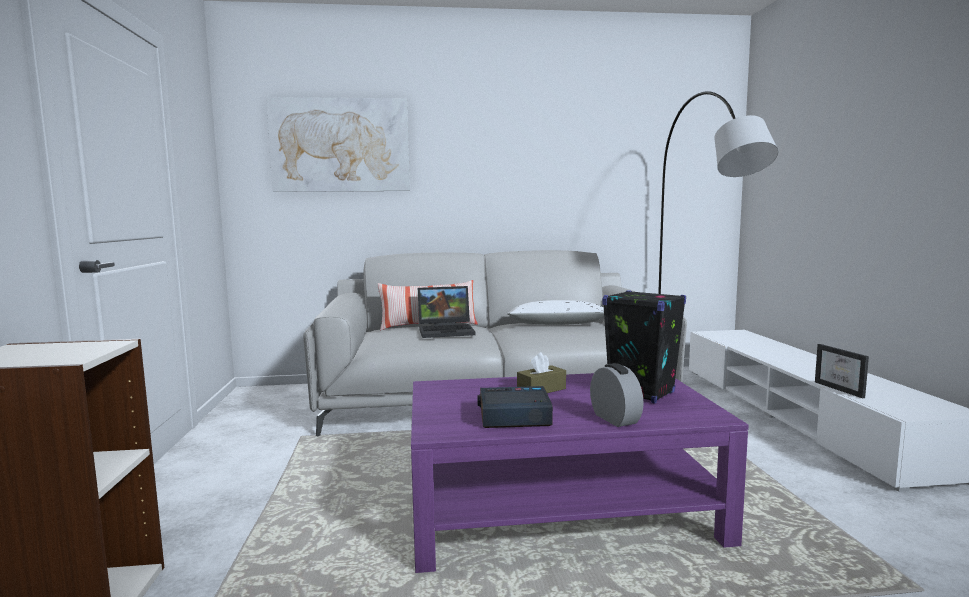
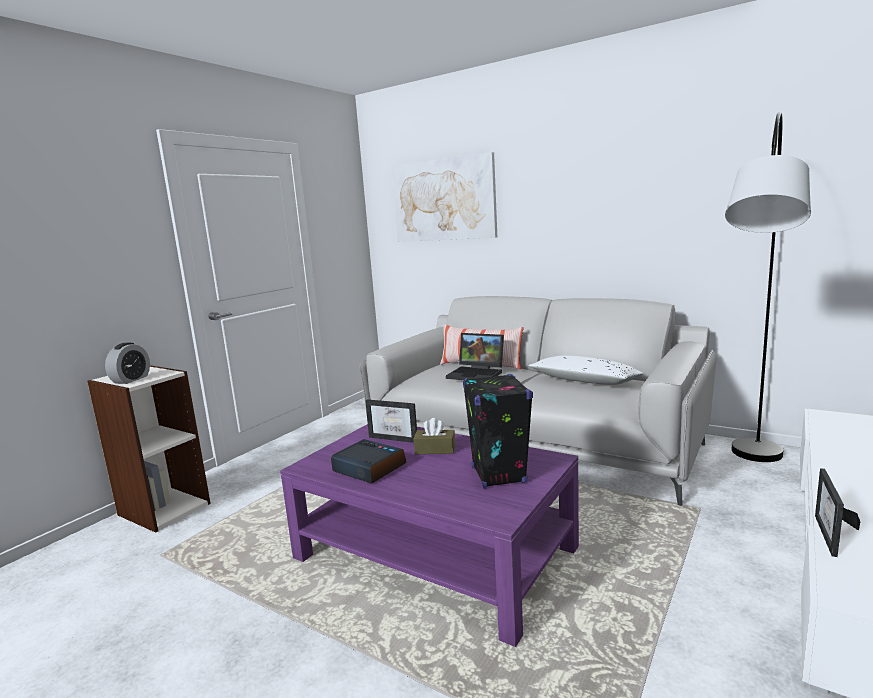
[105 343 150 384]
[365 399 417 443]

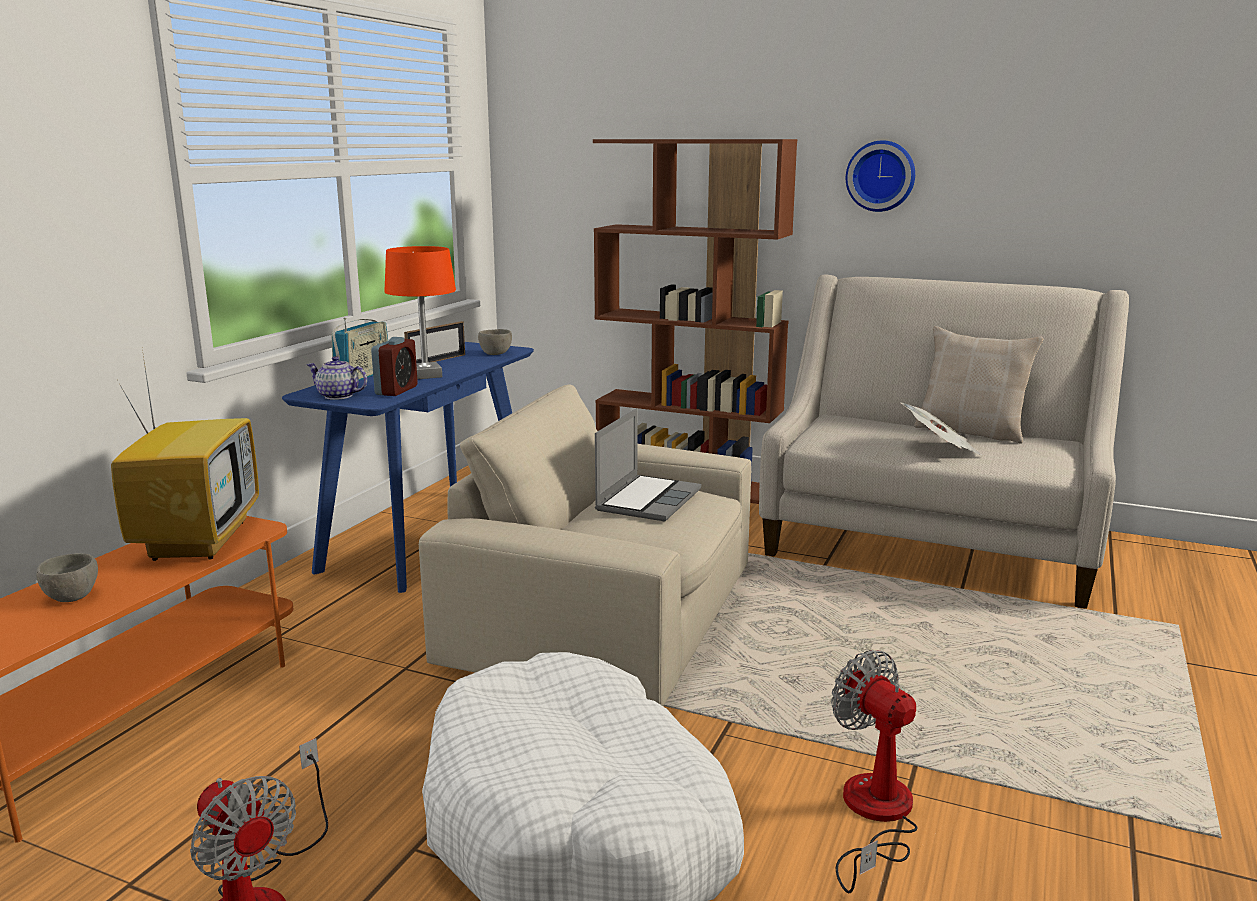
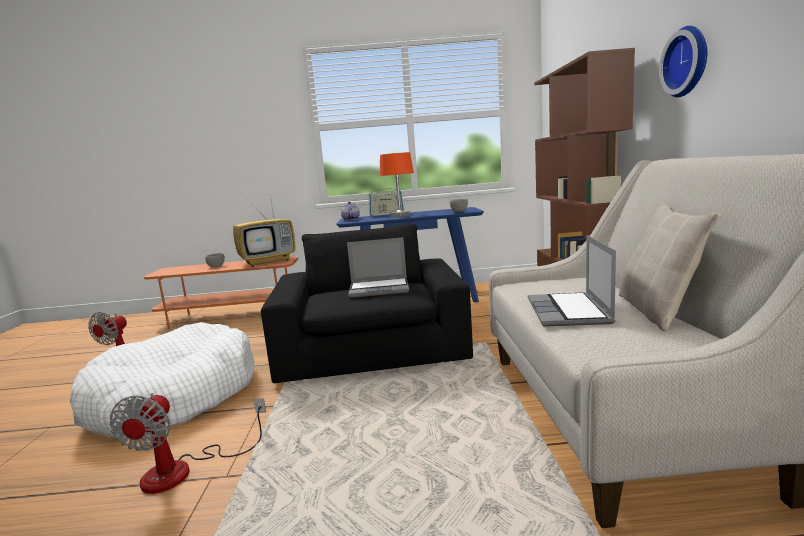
[371 337 418 396] (first image)
[404 321 465 363] (first image)
[261 224 473 383]
[109 393 266 494]
[528 235 616 327]

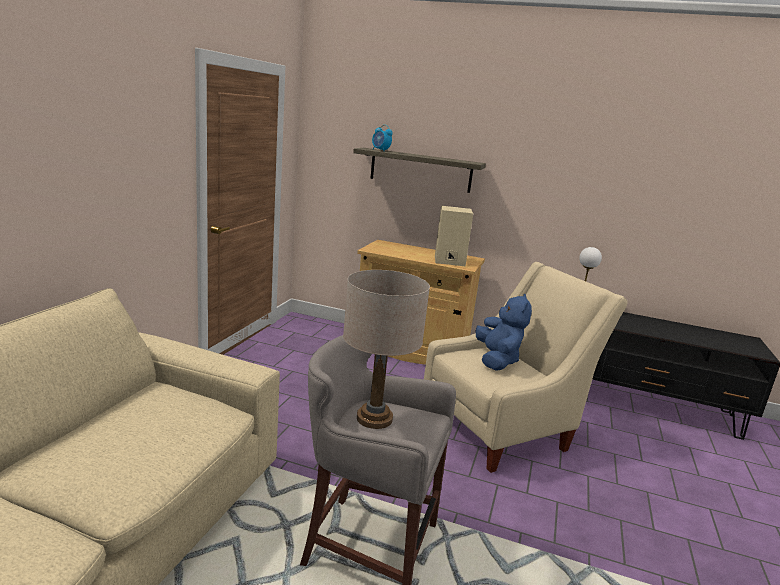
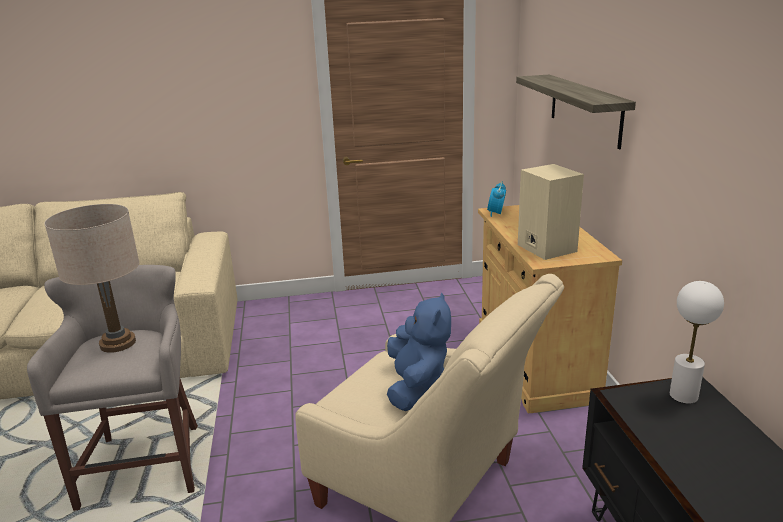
[487 181 506 217]
[387 292 451 411]

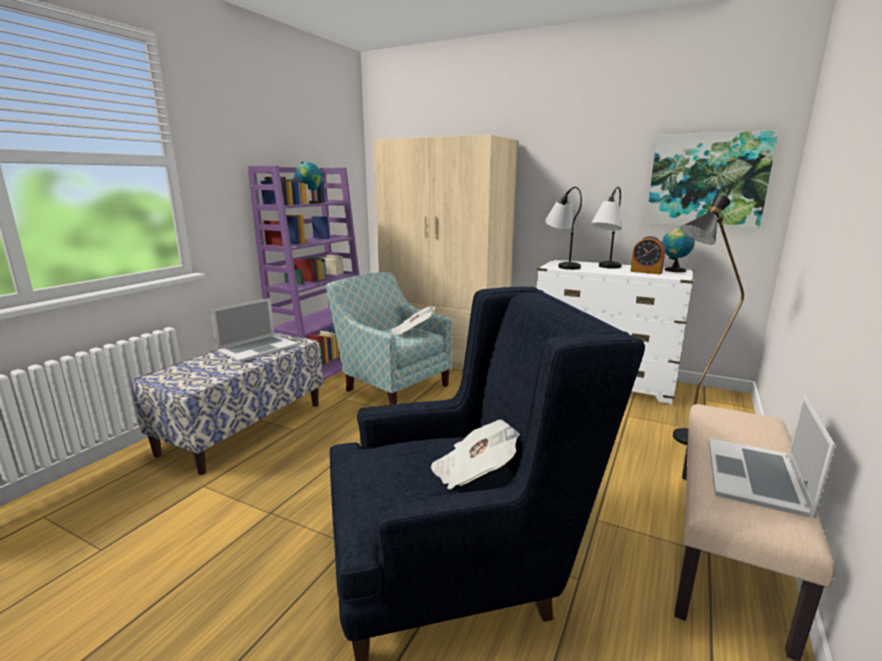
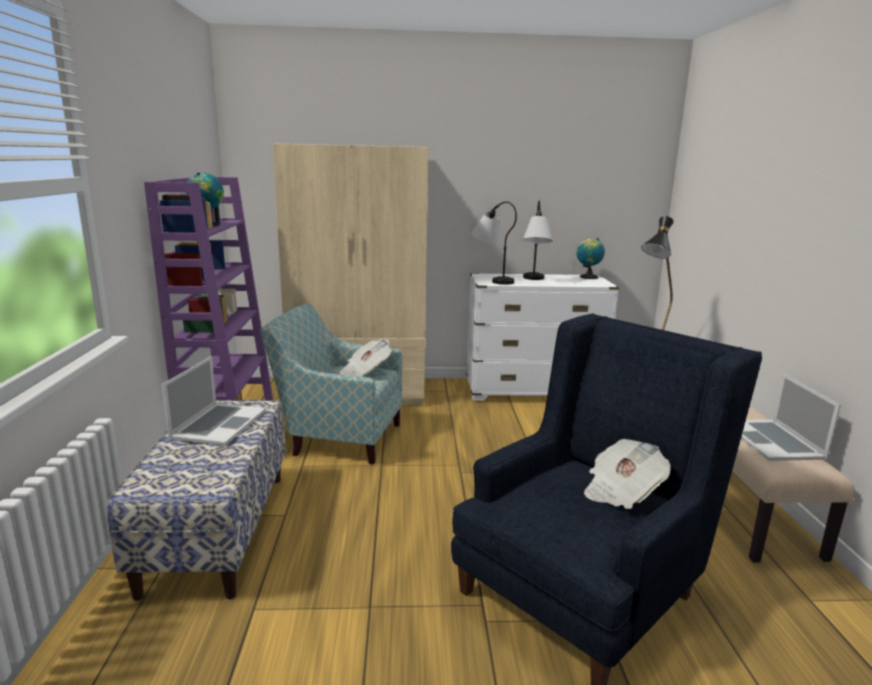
[630 236 665 275] (first image)
[646 130 779 228] (first image)

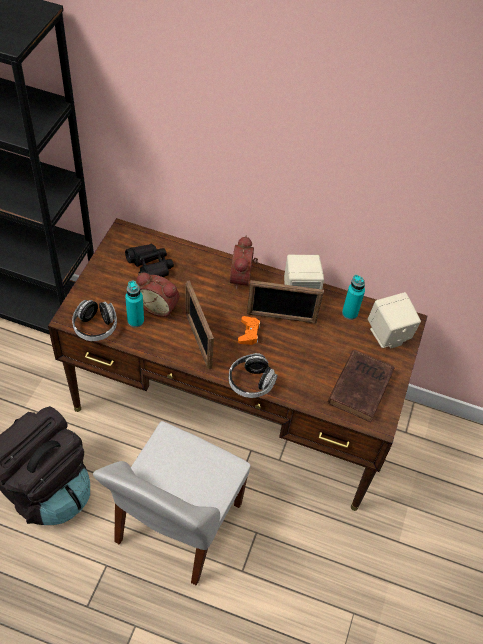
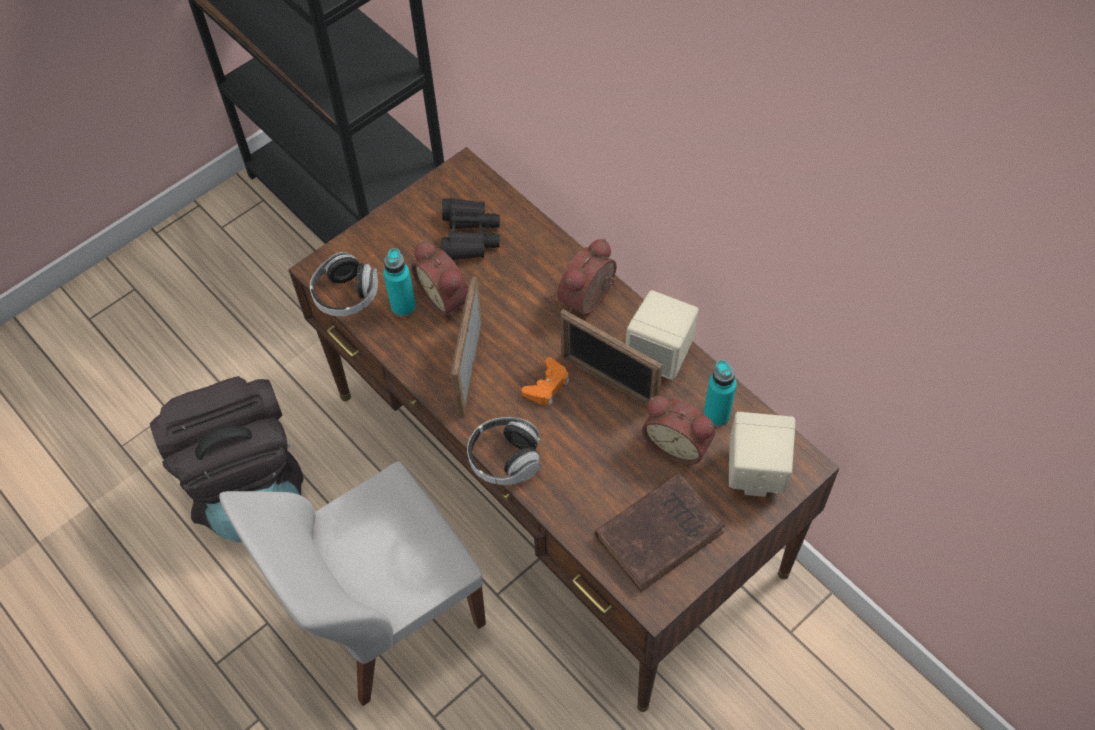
[642 396 716 465]

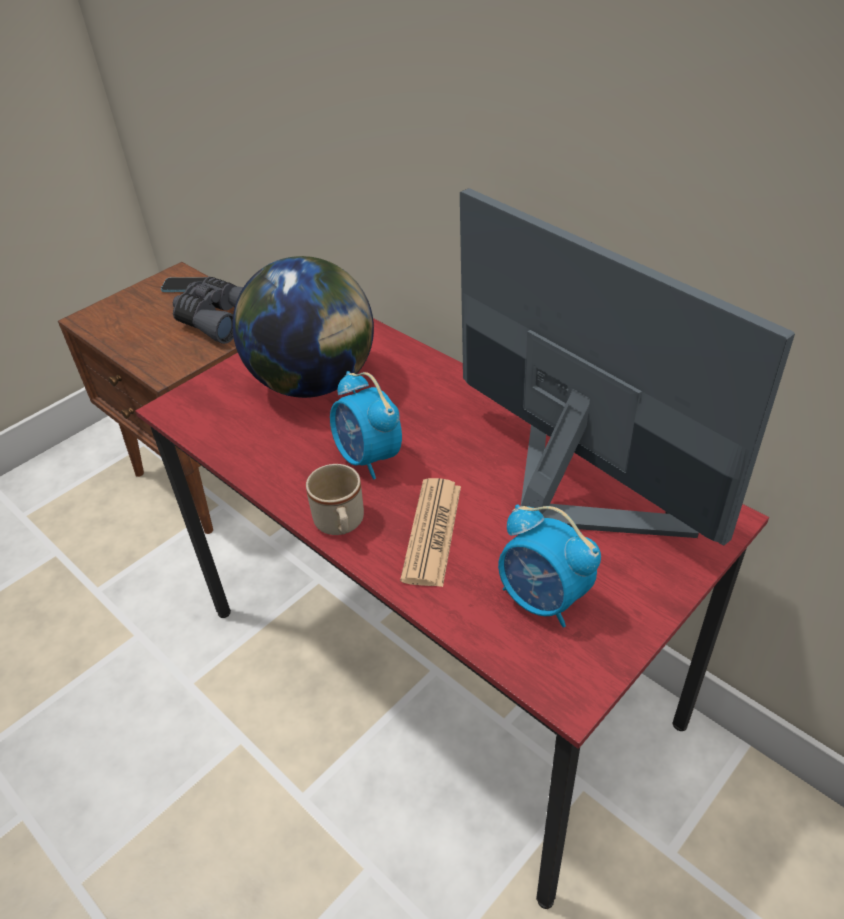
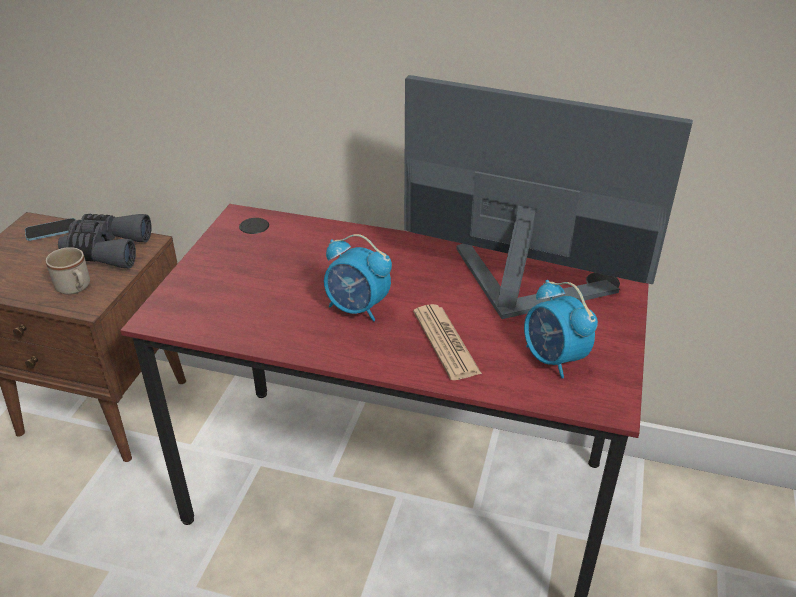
[232 256 374 398] (first image)
[46 247 90 295]
[524 280 598 378]

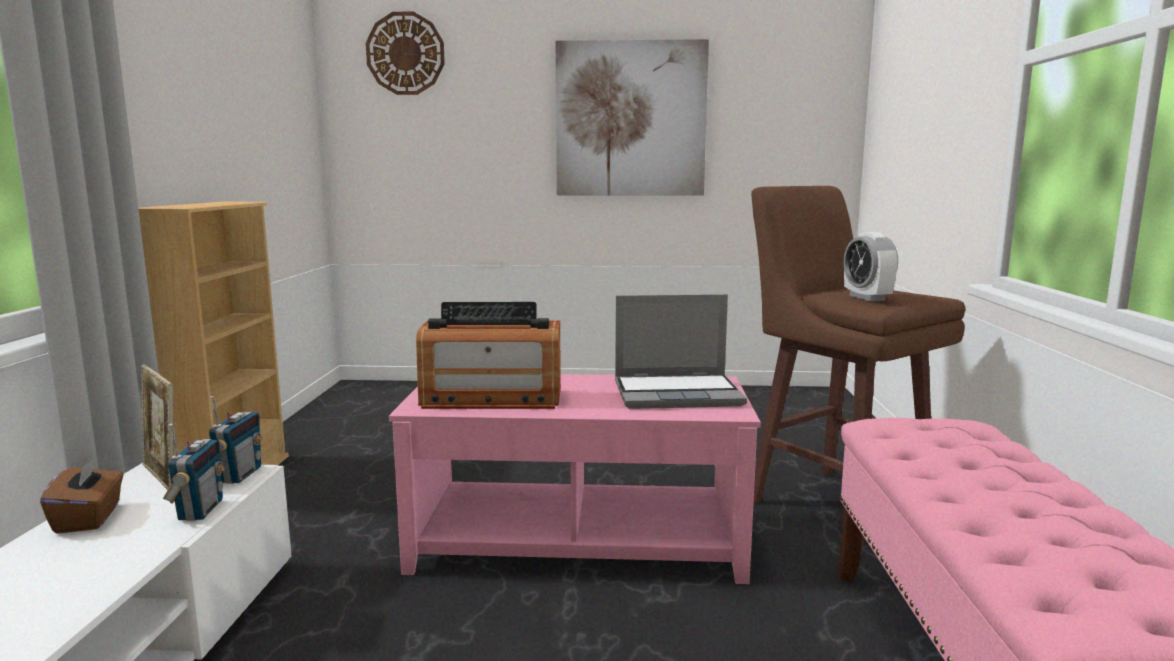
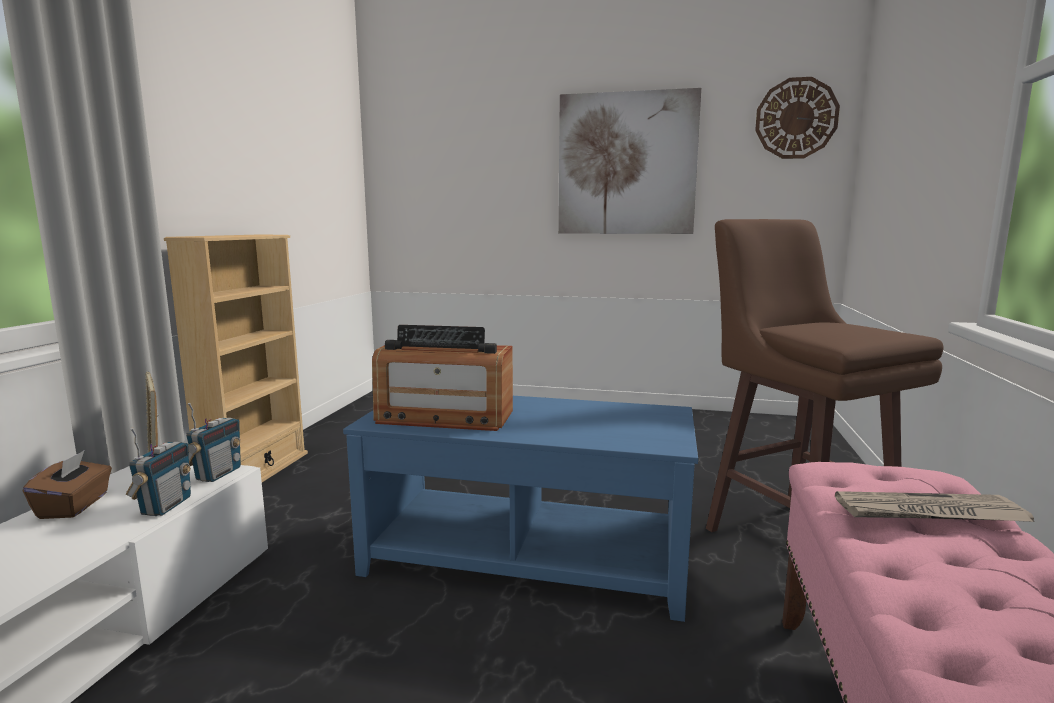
[755 77 840 159]
[343 396 698 622]
[615 294 747 409] (first image)
[844 232 898 301] (first image)
[835 491 1034 522]

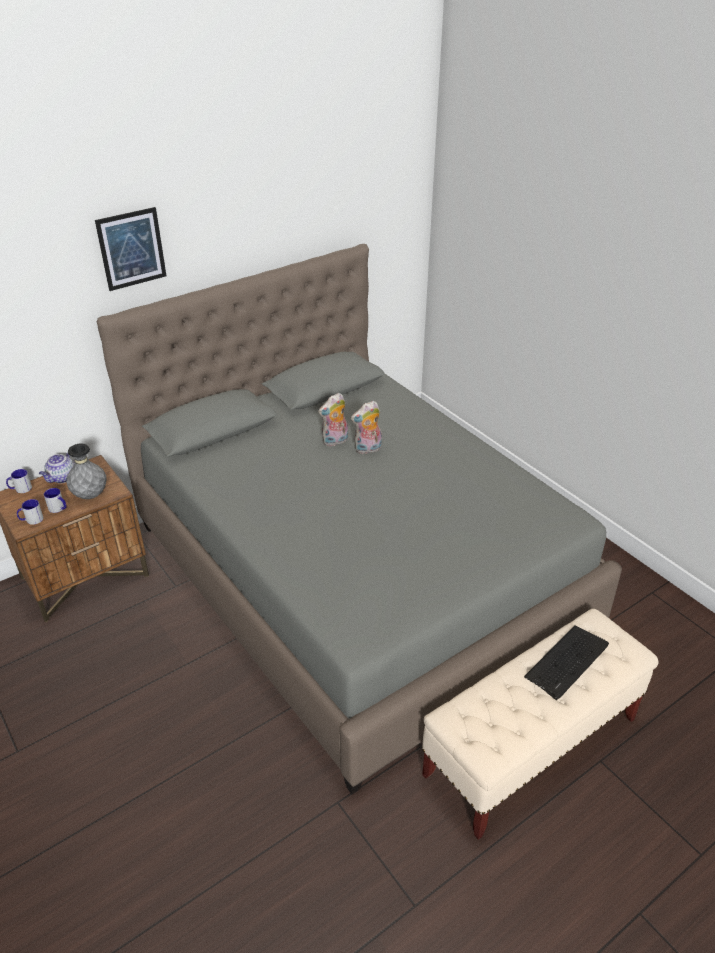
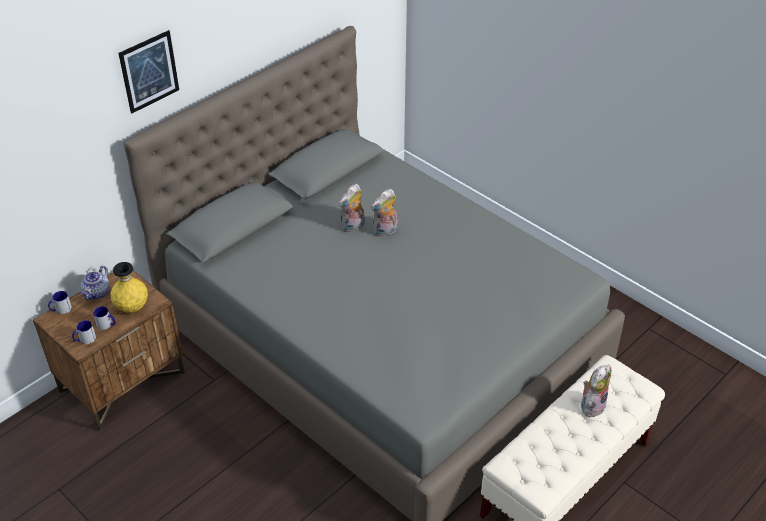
[110 262 148 313]
[581 365 611 417]

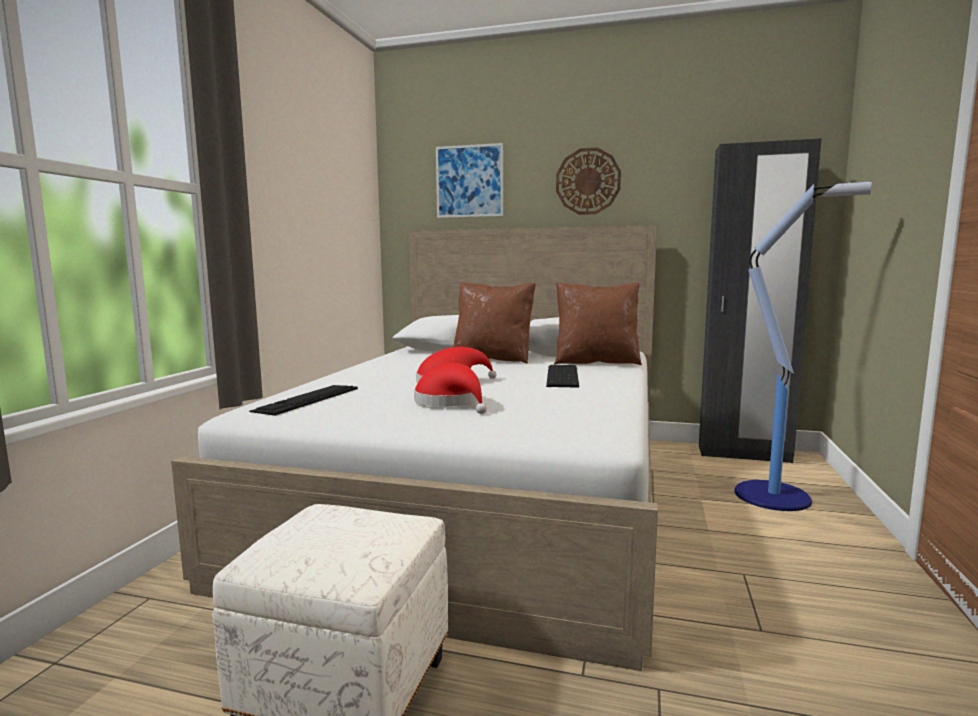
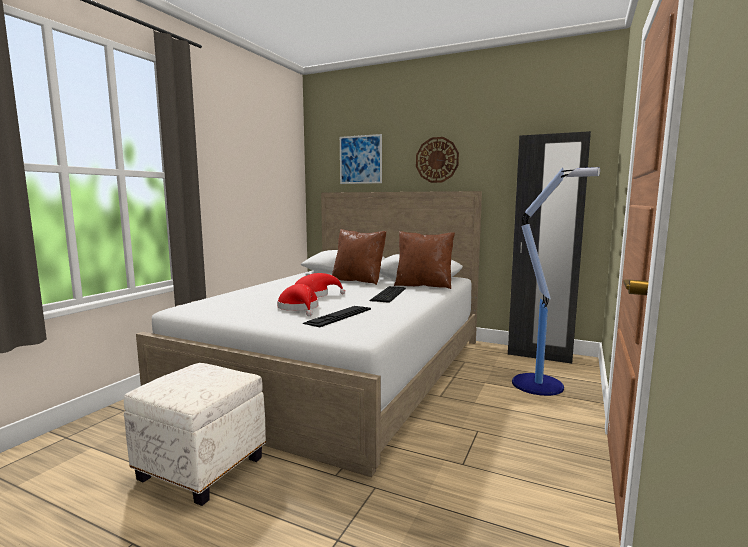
[303 306 371 328]

